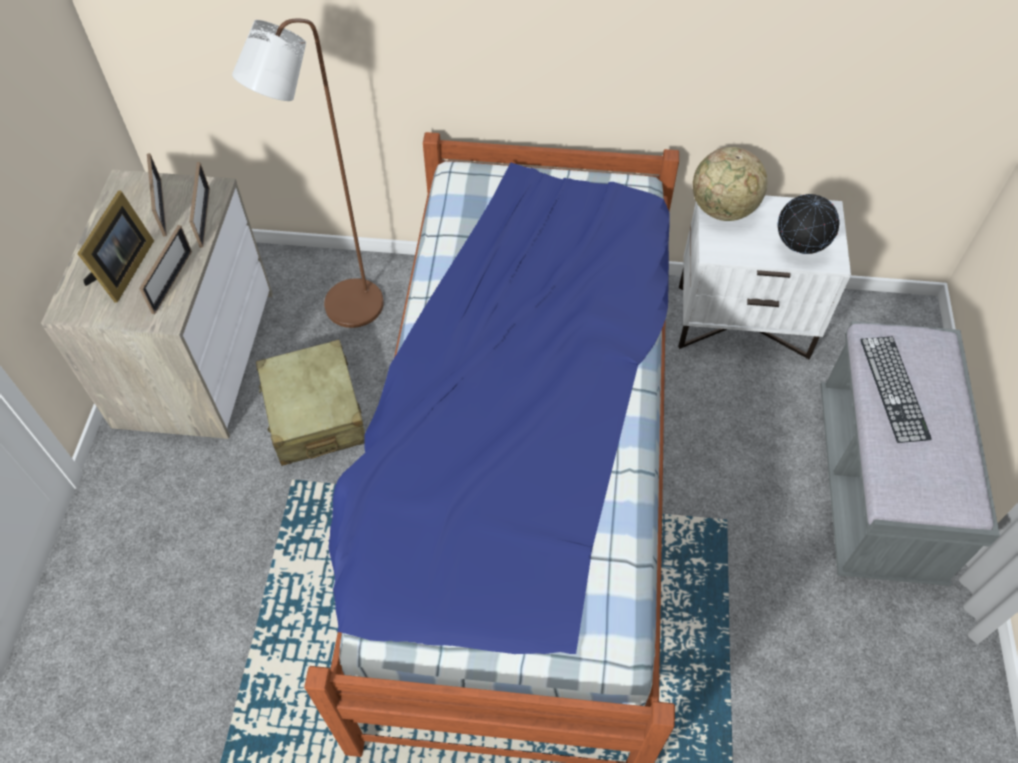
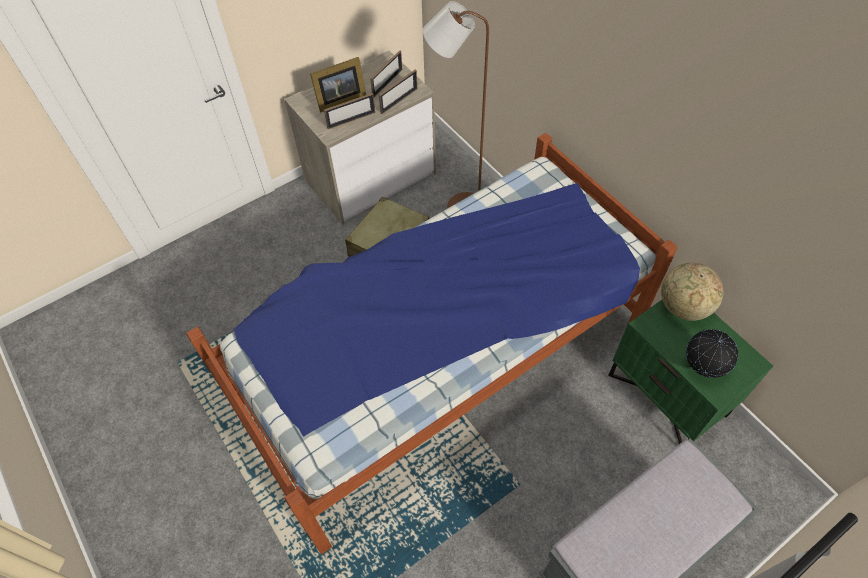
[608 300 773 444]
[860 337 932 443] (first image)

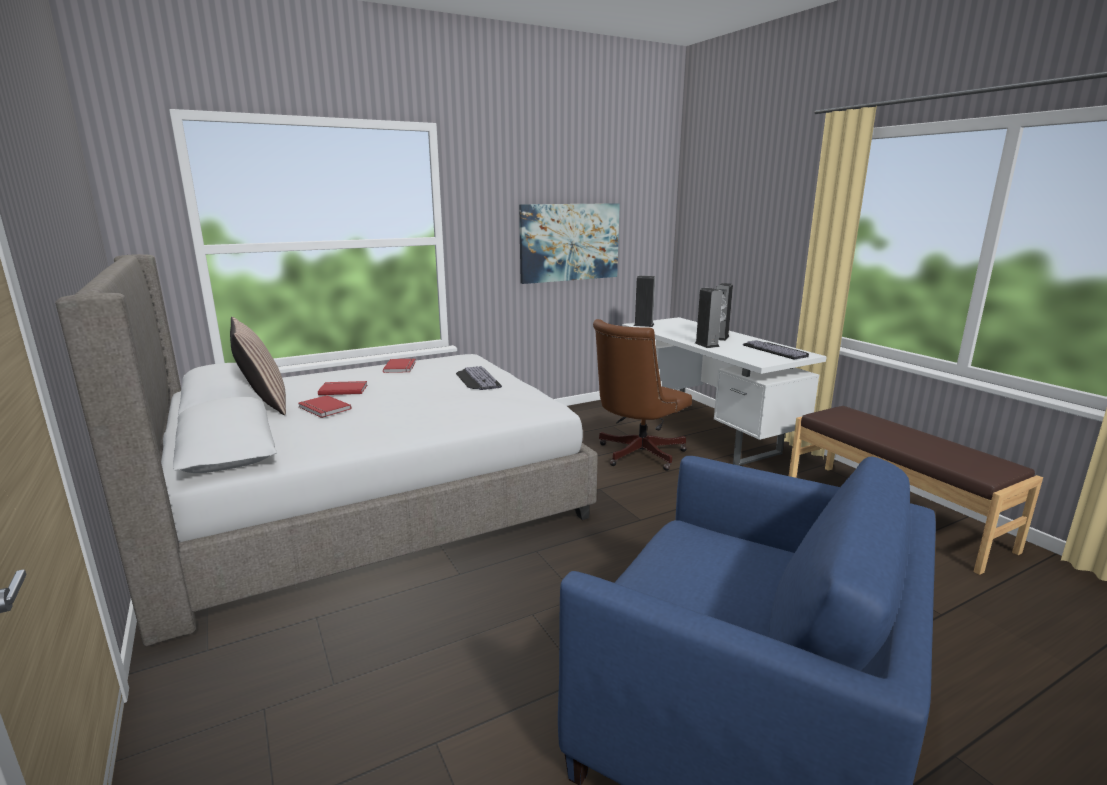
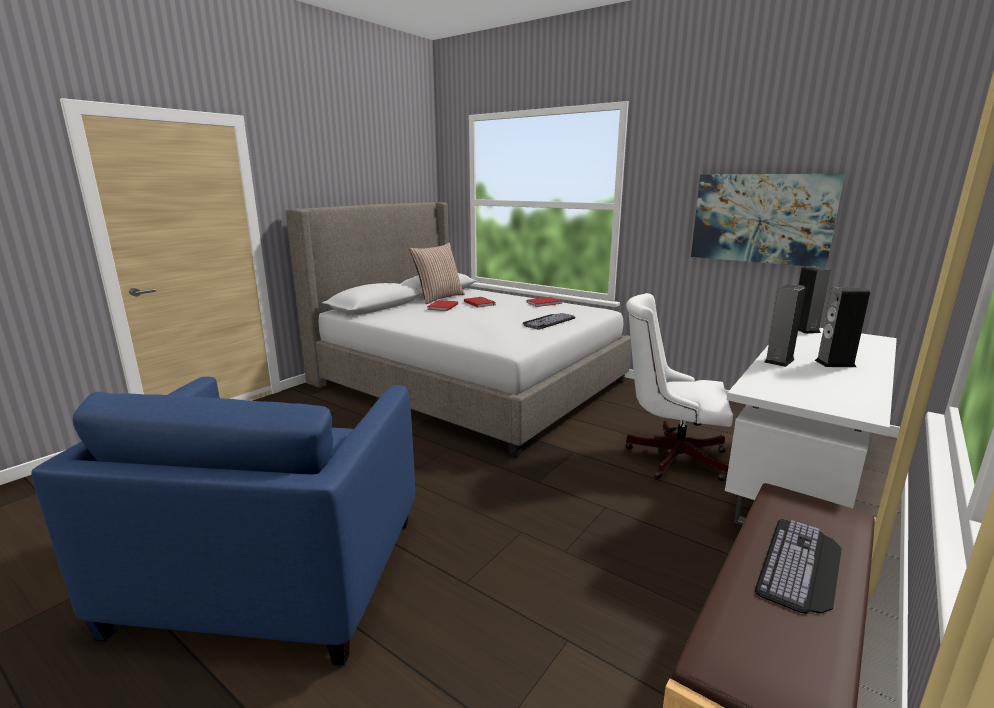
[625 293 733 481]
[755 519 842 614]

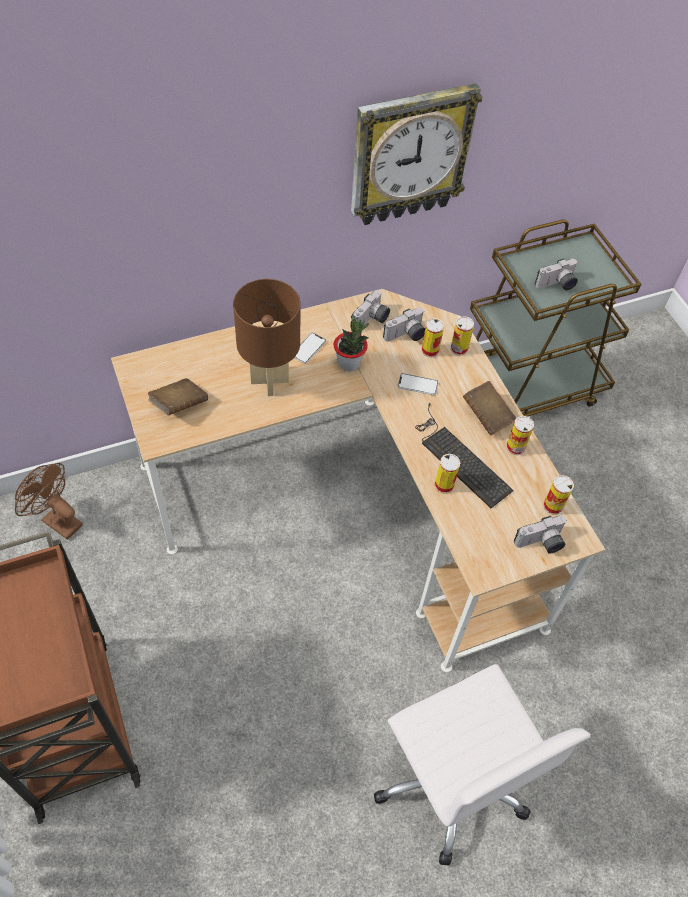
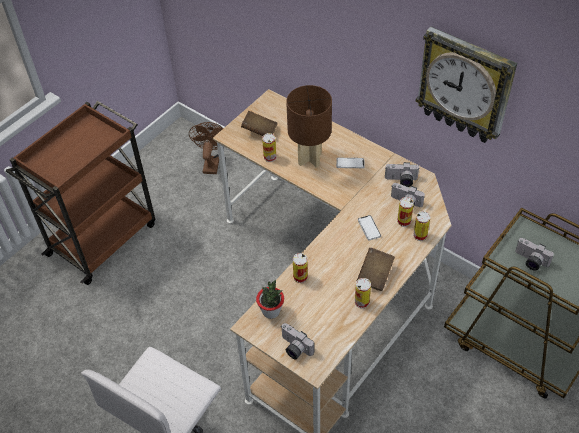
[256 280 284 319]
[415 403 514 508] (first image)
[262 133 276 162]

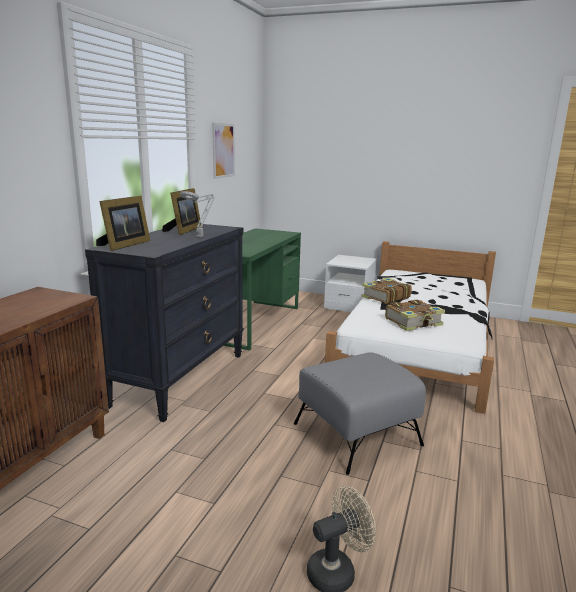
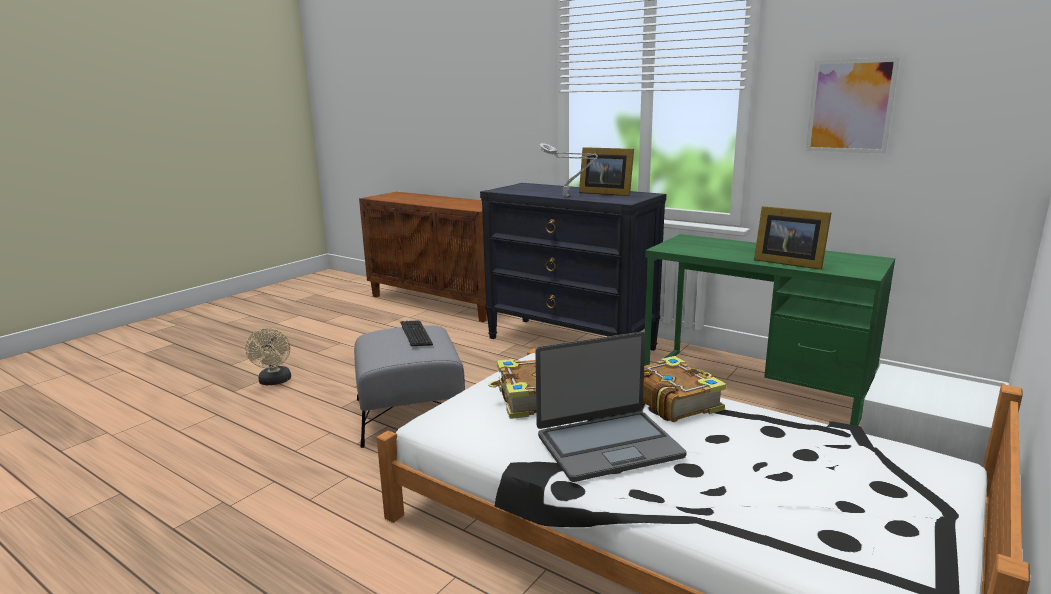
[754 206 832 270]
[400 320 433 346]
[535 332 687 482]

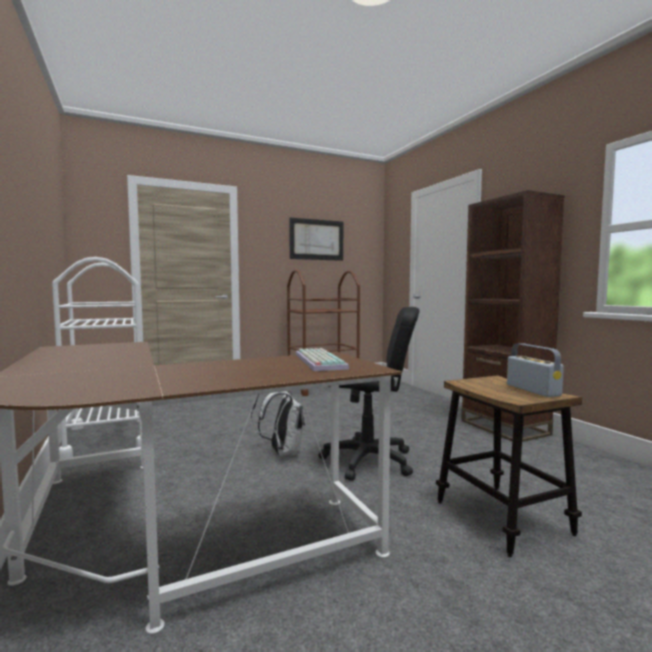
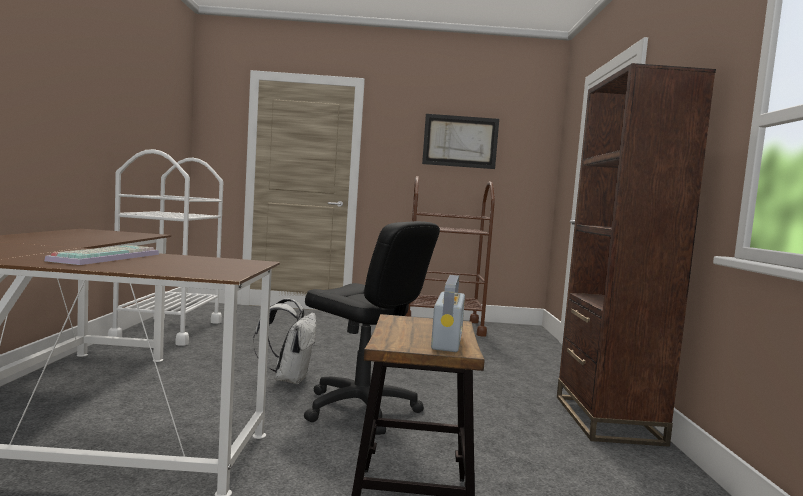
[44 245 159 265]

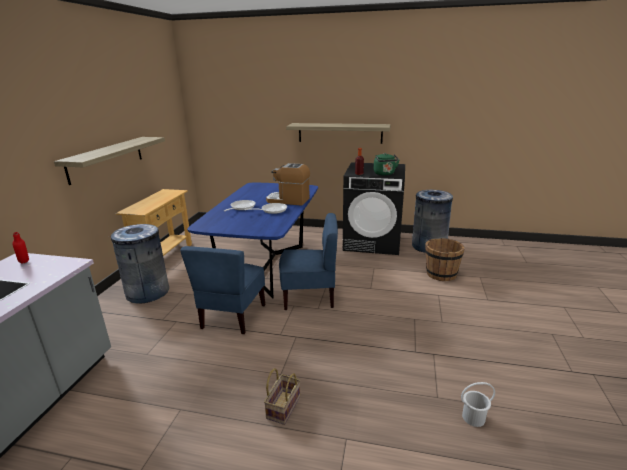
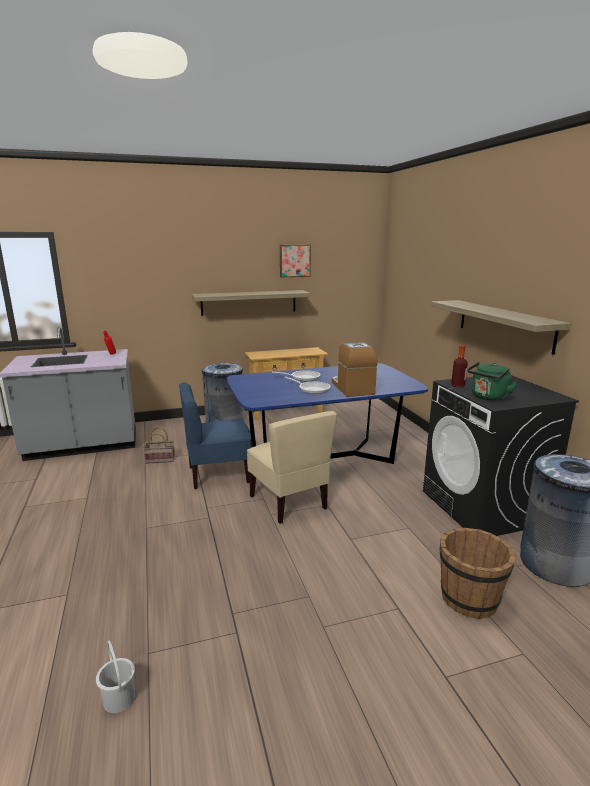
[143 428 175 464]
[247 411 337 524]
[280 244 311 277]

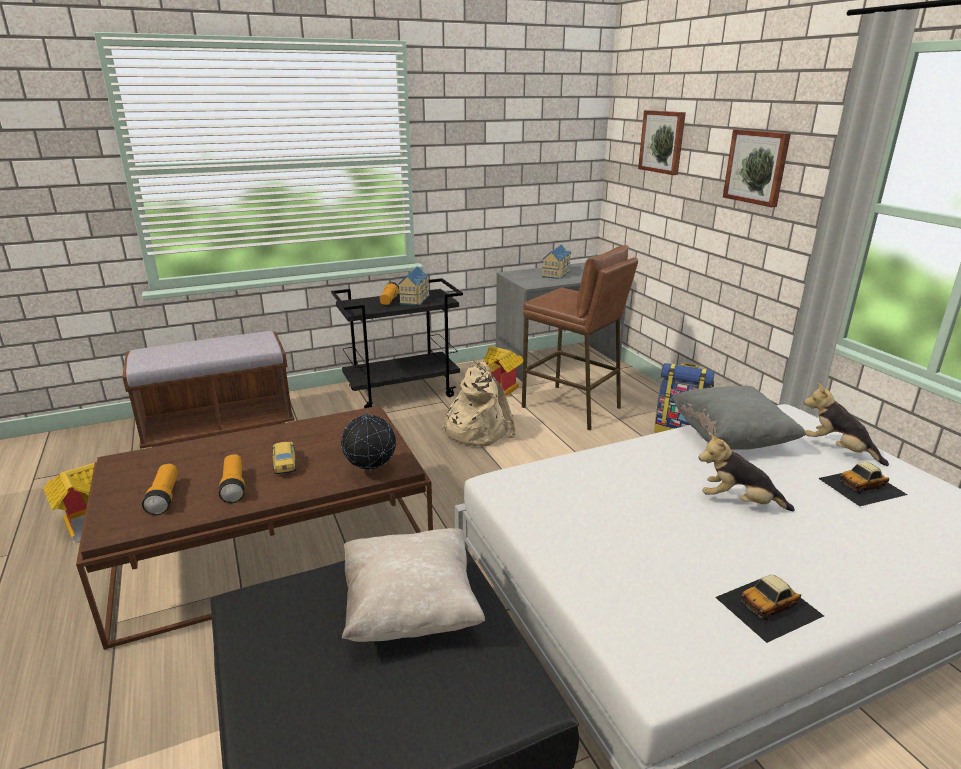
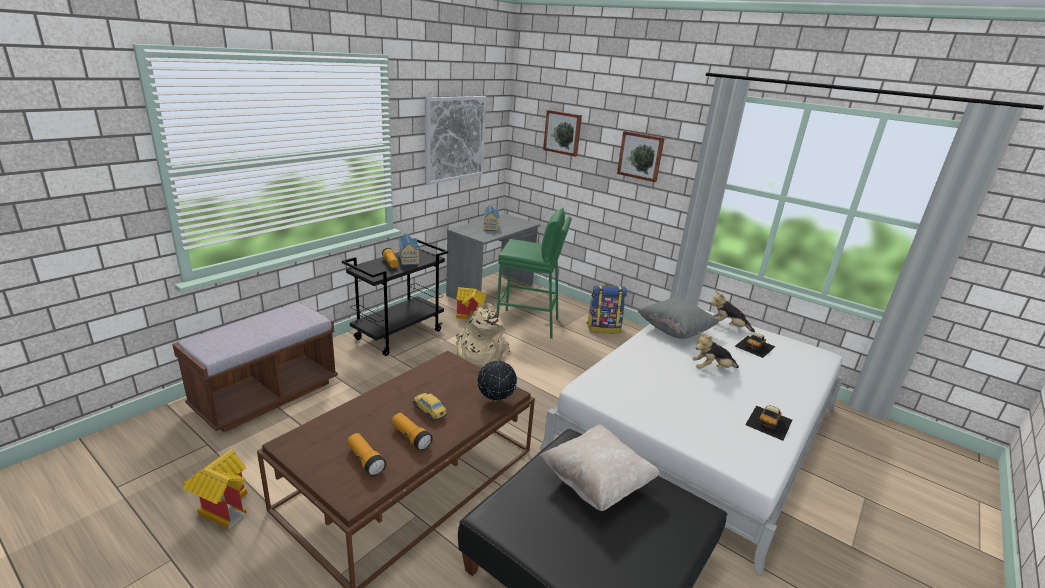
[497 208 572 339]
[425 96 486 185]

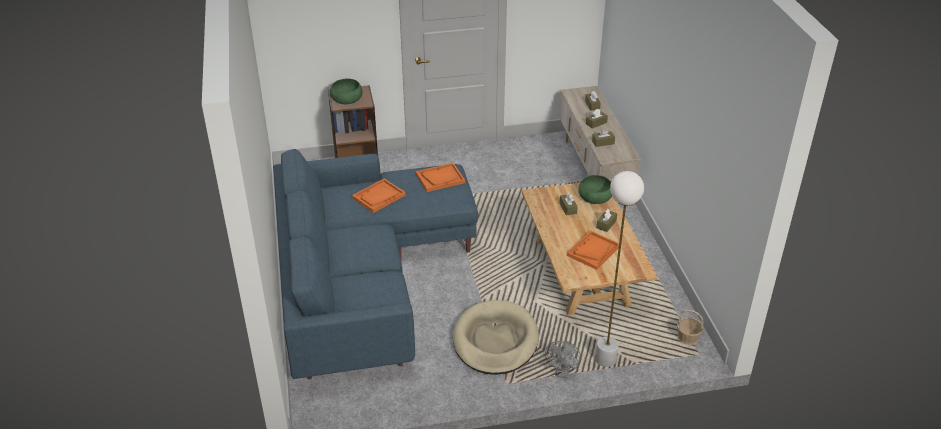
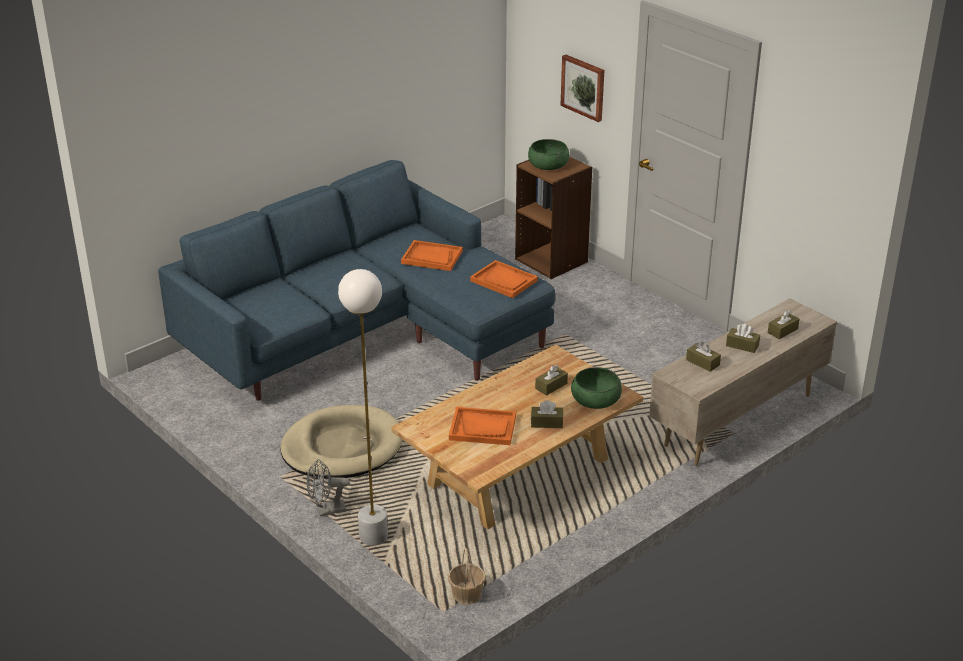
[560 55 605 122]

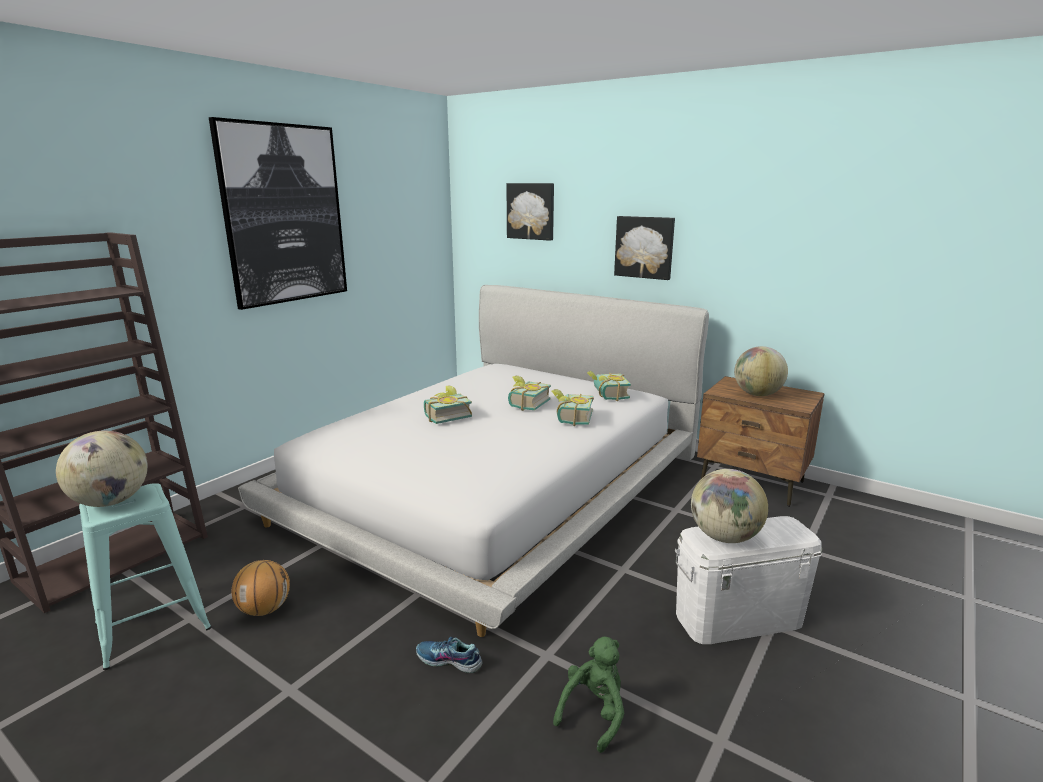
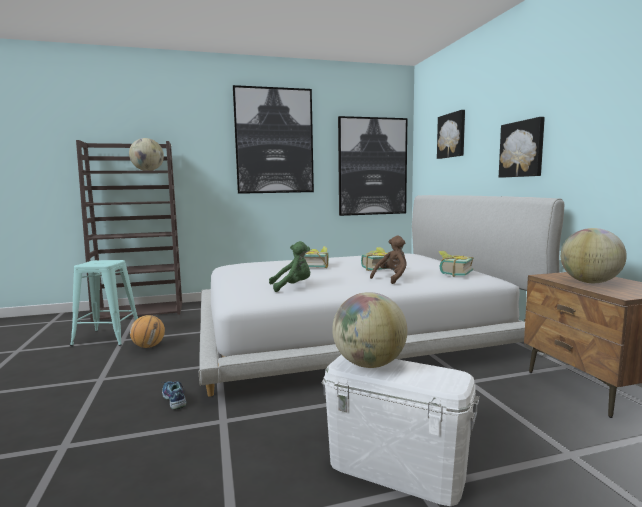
[129 138 164 171]
[370 236 407 284]
[269 241 310 292]
[338 116 407 216]

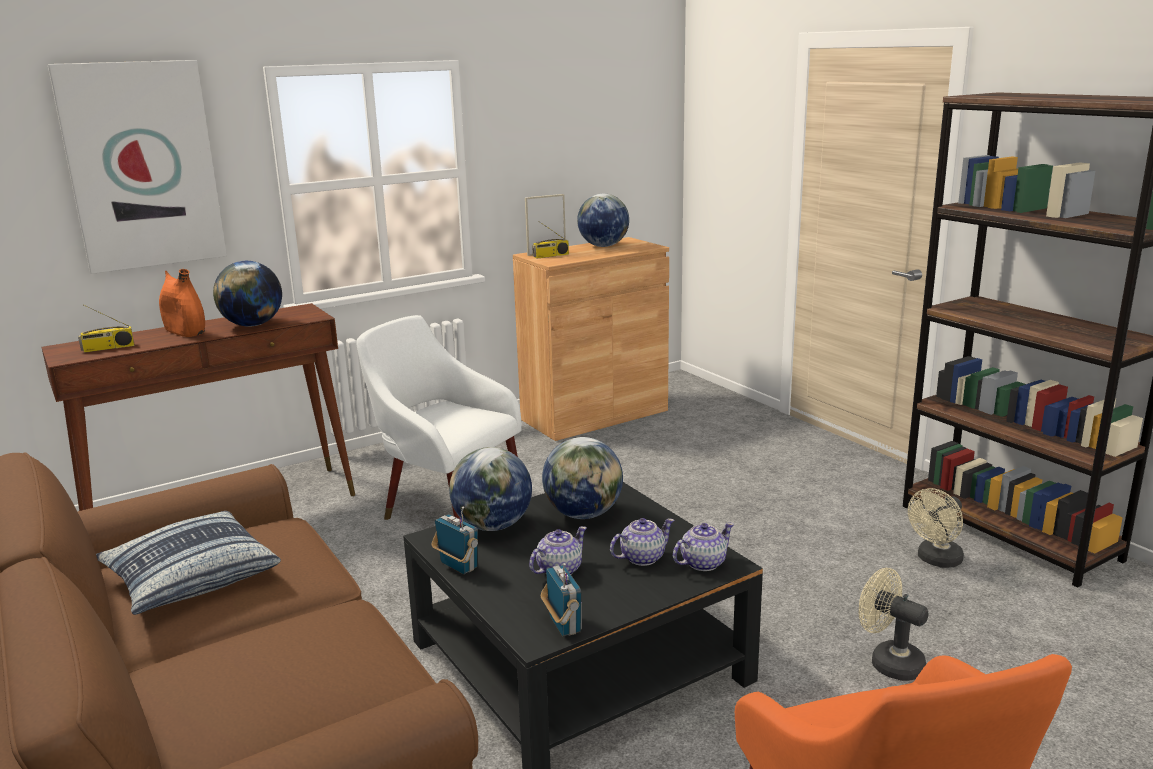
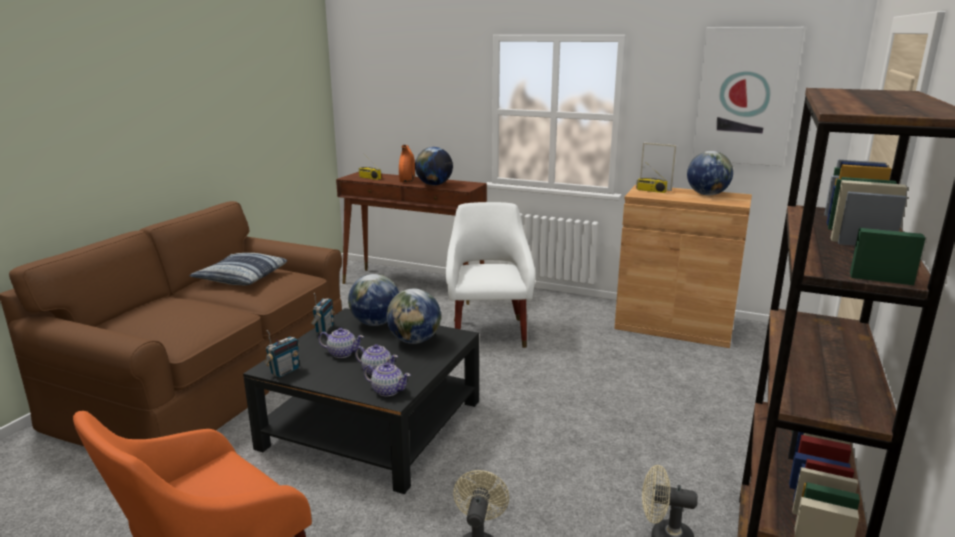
[692 27 804 166]

